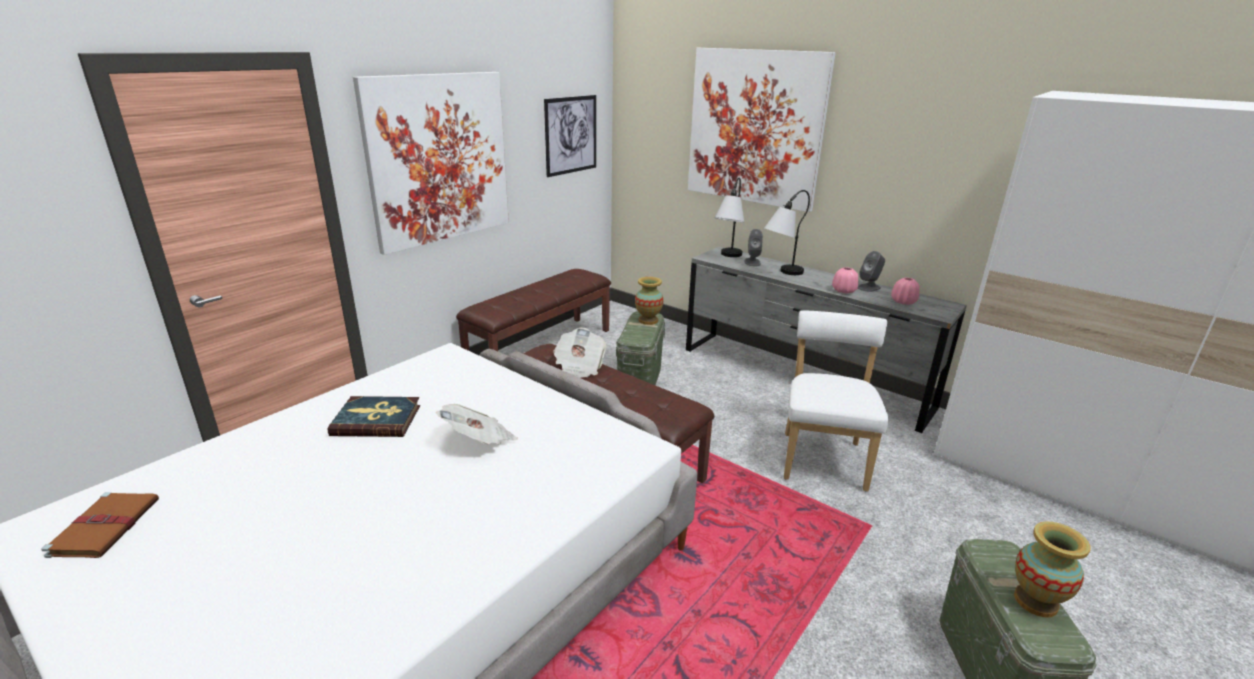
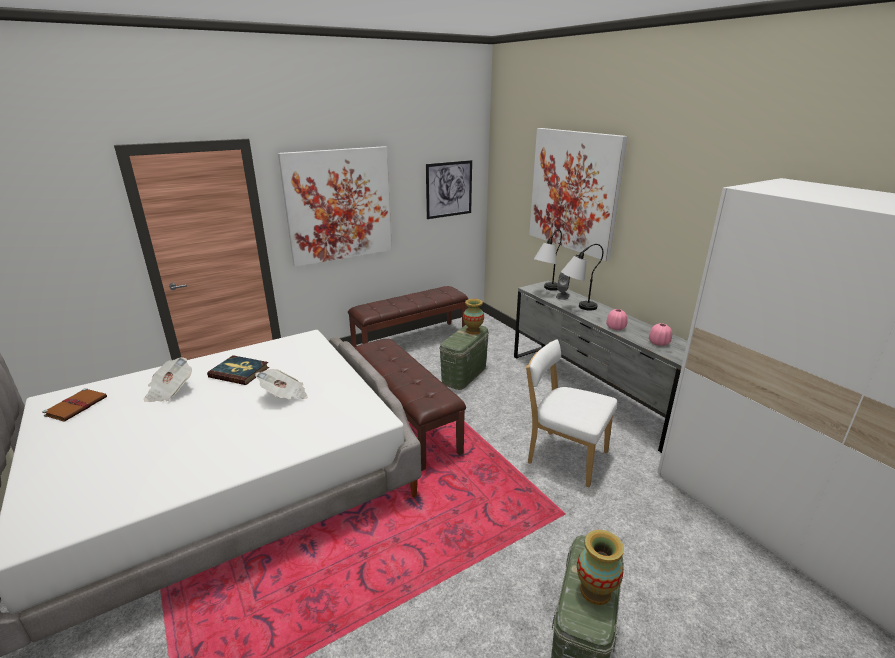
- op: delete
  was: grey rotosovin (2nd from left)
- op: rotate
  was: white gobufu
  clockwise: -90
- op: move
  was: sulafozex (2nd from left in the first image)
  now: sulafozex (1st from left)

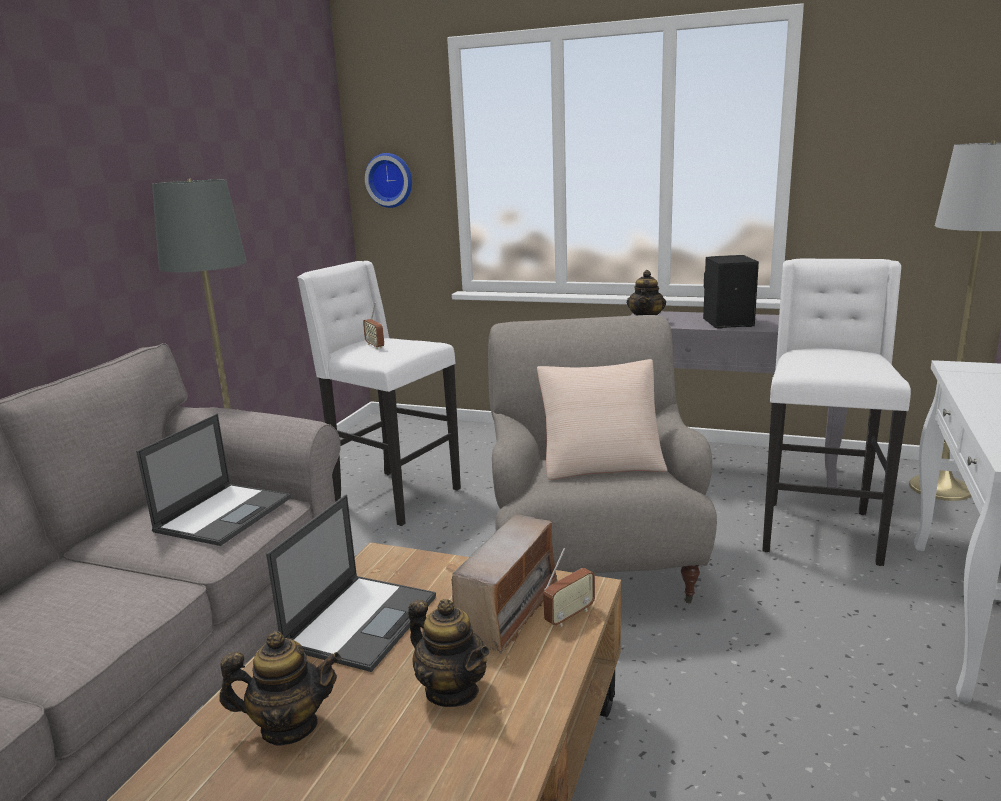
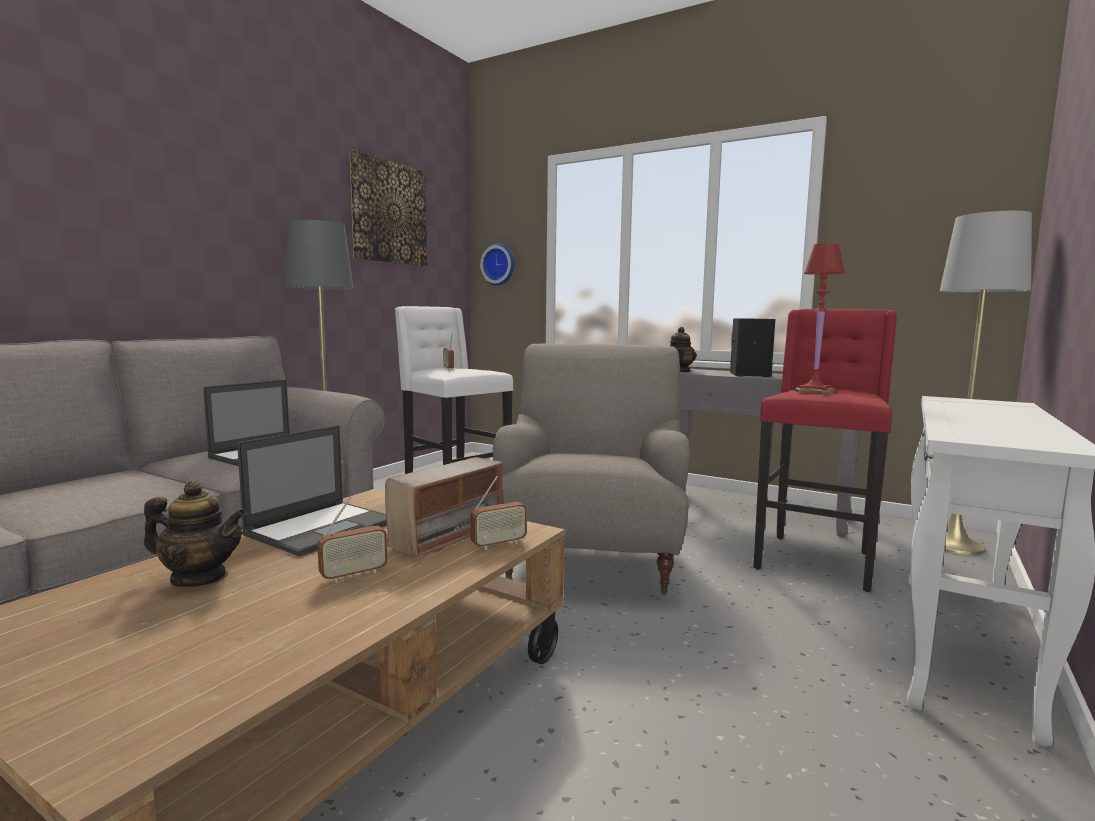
- op: recolor
  was: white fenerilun (2nd from left)
  now: red fenerilun
- op: delete
  was: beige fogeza
- op: replace
  was: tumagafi (2nd from left)
  now: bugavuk (1st from left)
- op: insert
  now: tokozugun
- op: insert
  now: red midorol

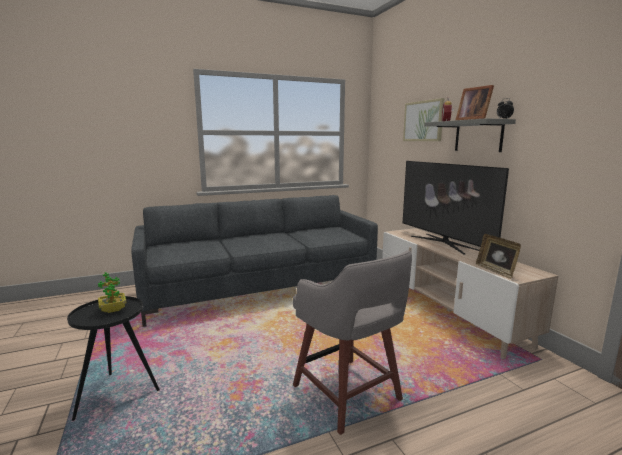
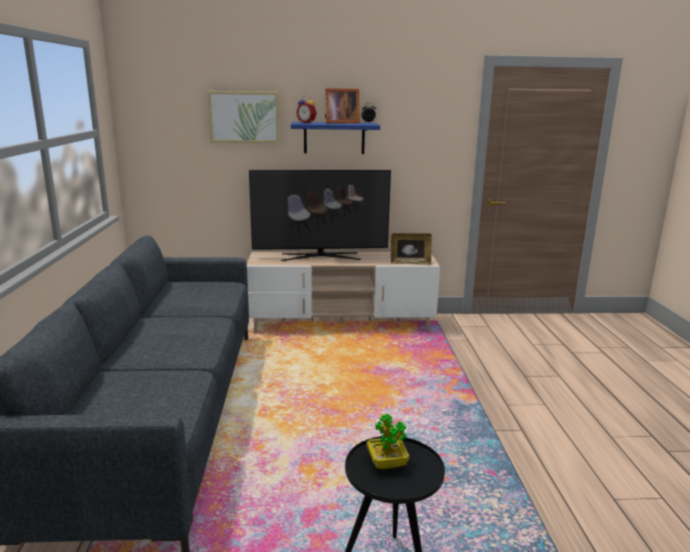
- op: recolor
  was: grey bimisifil
  now: blue bimisifil
- op: delete
  was: grey fenerilun

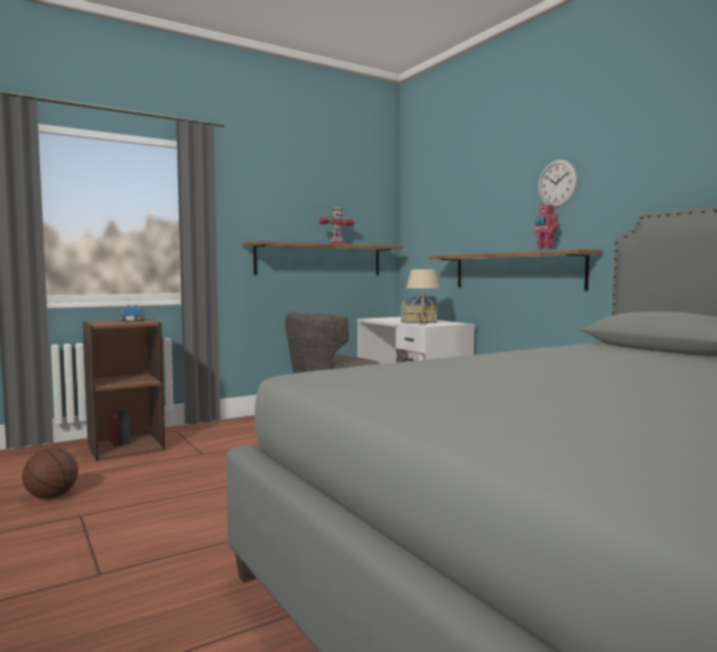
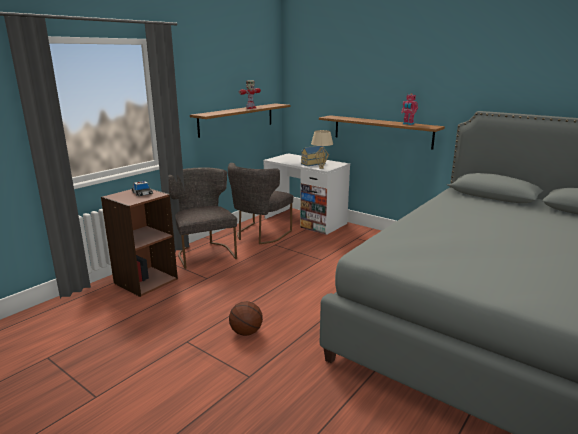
- op: delete
  was: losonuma
- op: move
  was: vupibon
- op: insert
  now: grey gobufu (1st from left)

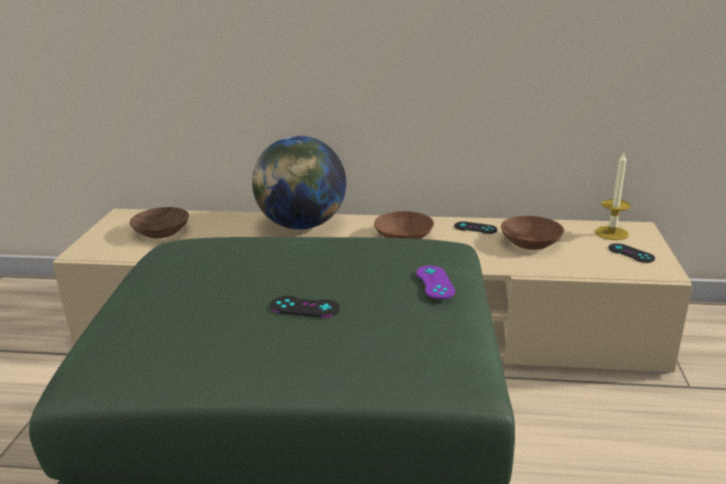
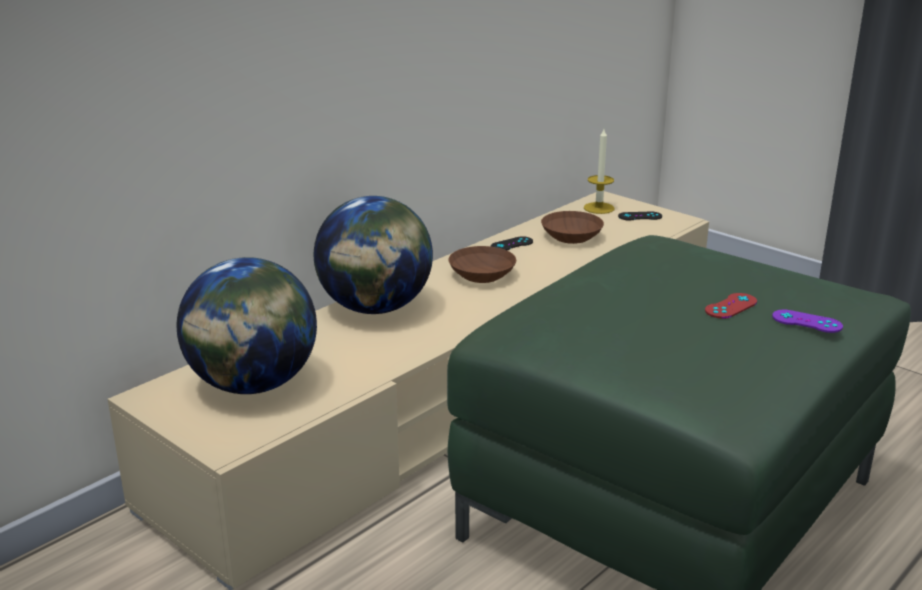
- op: replace
  was: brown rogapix (1st from left)
  now: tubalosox (1st from left)
- op: move
  was: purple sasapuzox
- op: recolor
  was: black sasapuzox (1st from left)
  now: red sasapuzox

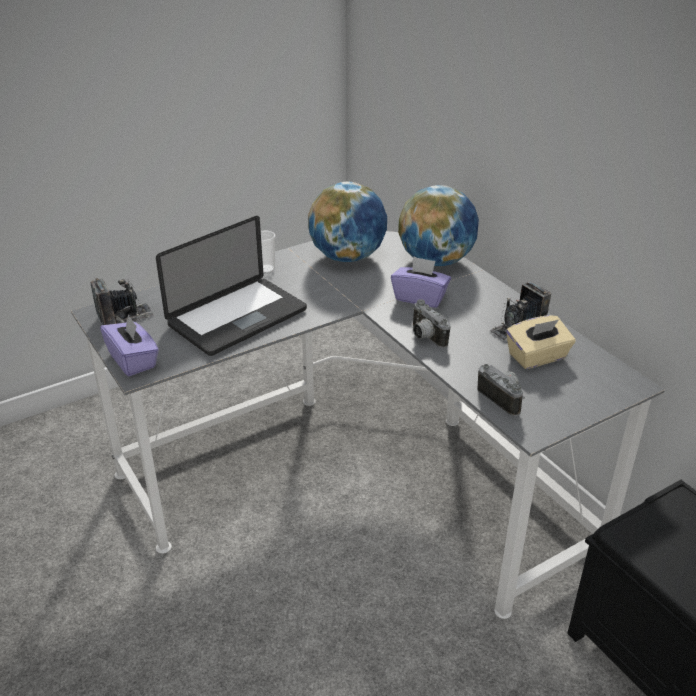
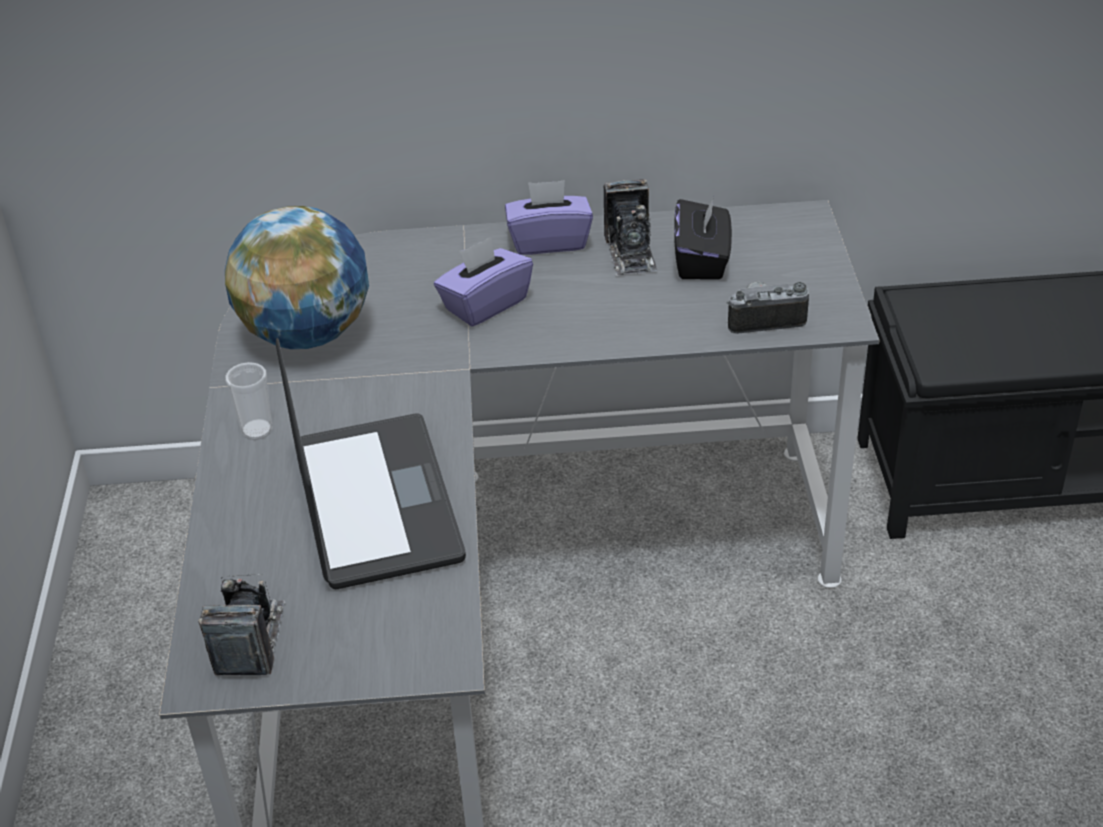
- op: delete
  was: tubalosox (2nd from left)
- op: delete
  was: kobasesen (2nd from left)
- op: move
  was: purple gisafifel (1st from left in the first image)
  now: purple gisafifel (2nd from left)
- op: recolor
  was: beige gisafifel
  now: black gisafifel

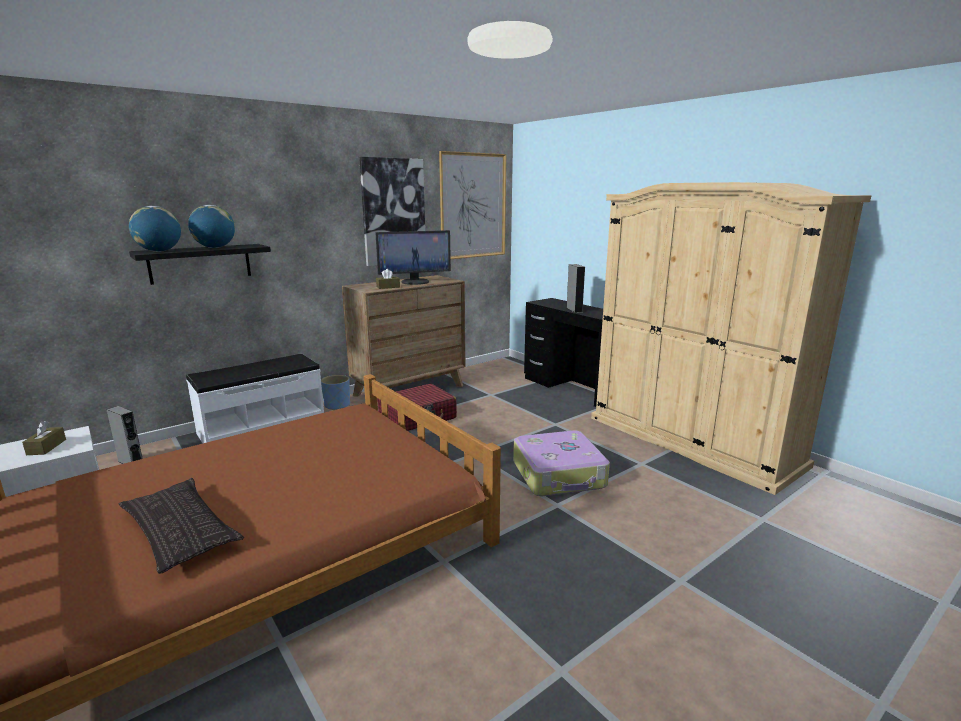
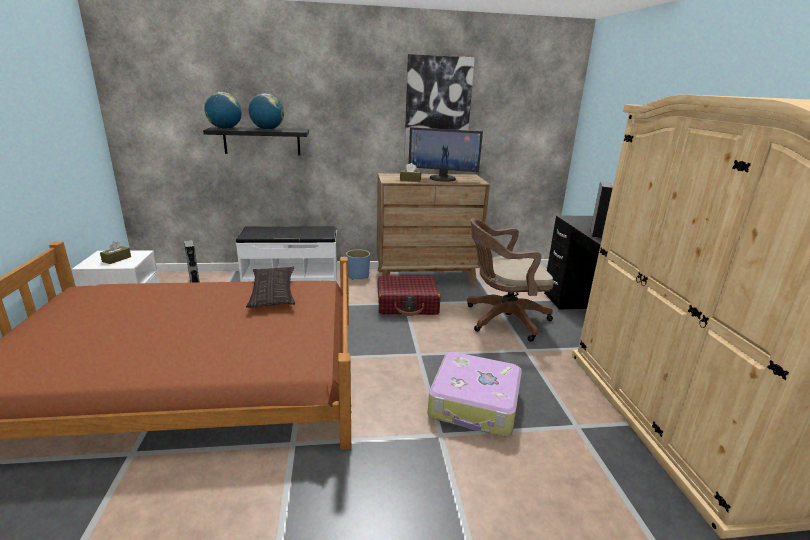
- op: delete
  was: tokozugun (2nd from left)
- op: move
  was: fogeza
- op: insert
  now: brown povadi

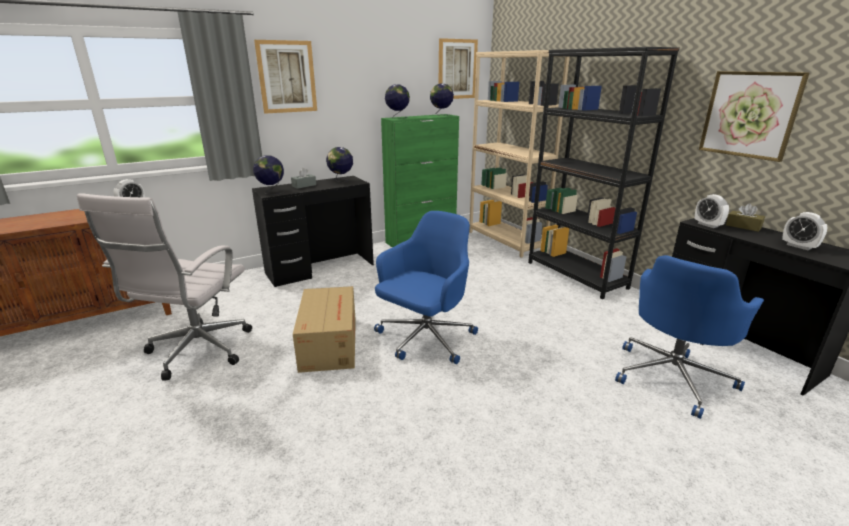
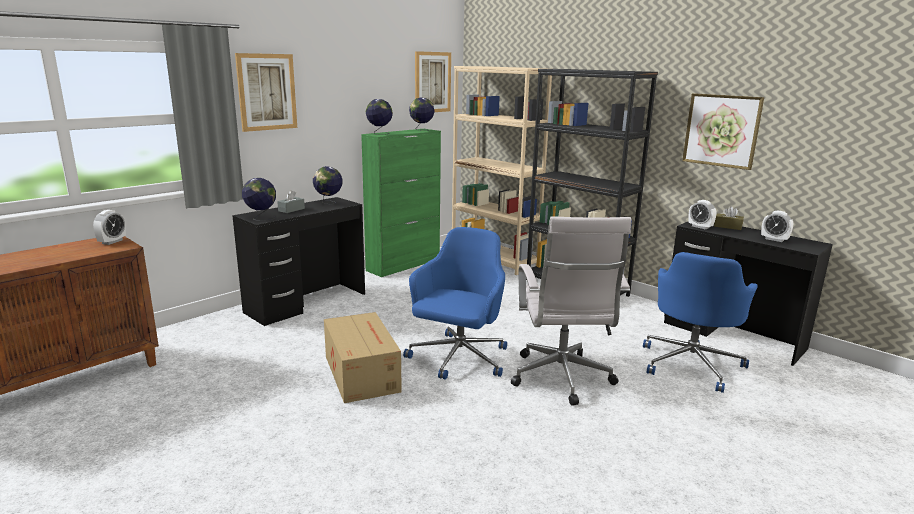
- op: move
  was: white povadi

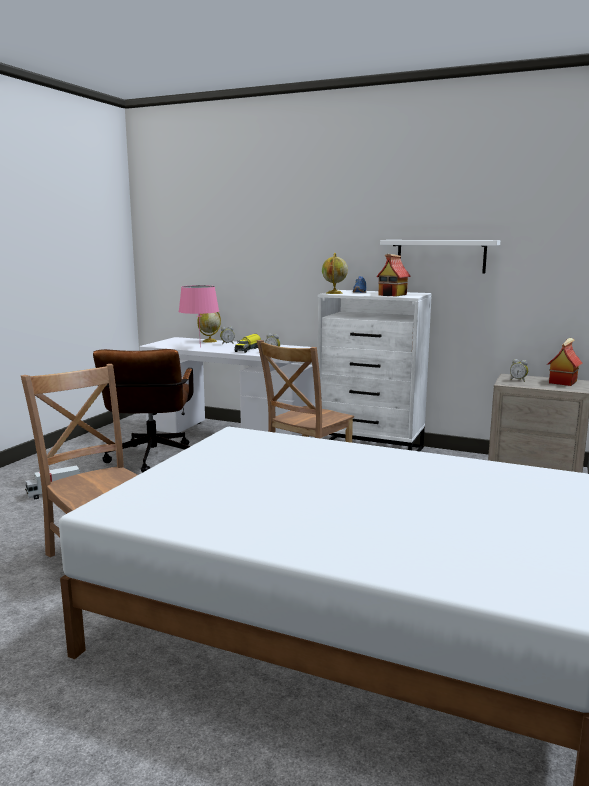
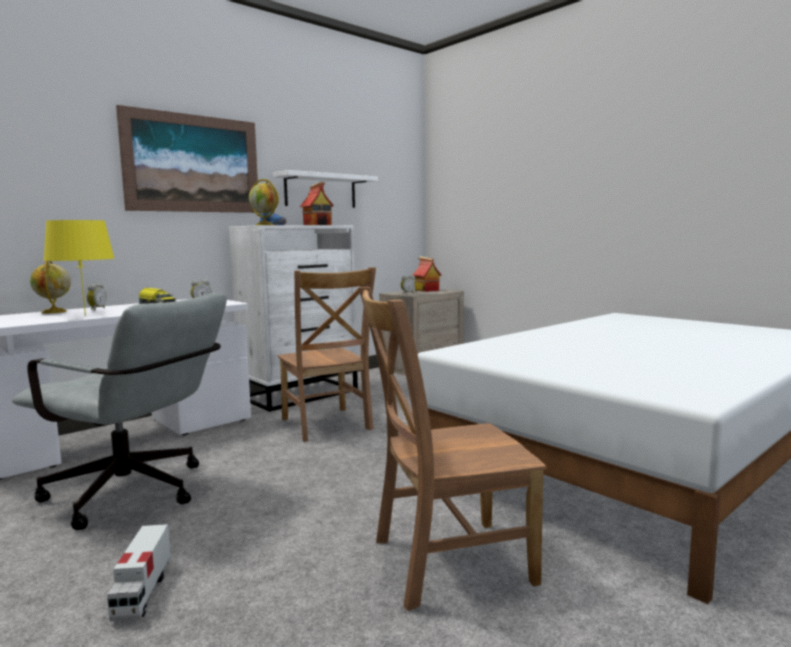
- op: recolor
  was: pink midorol
  now: yellow midorol
- op: recolor
  was: brown povadi
  now: grey povadi
- op: insert
  now: tokozugun

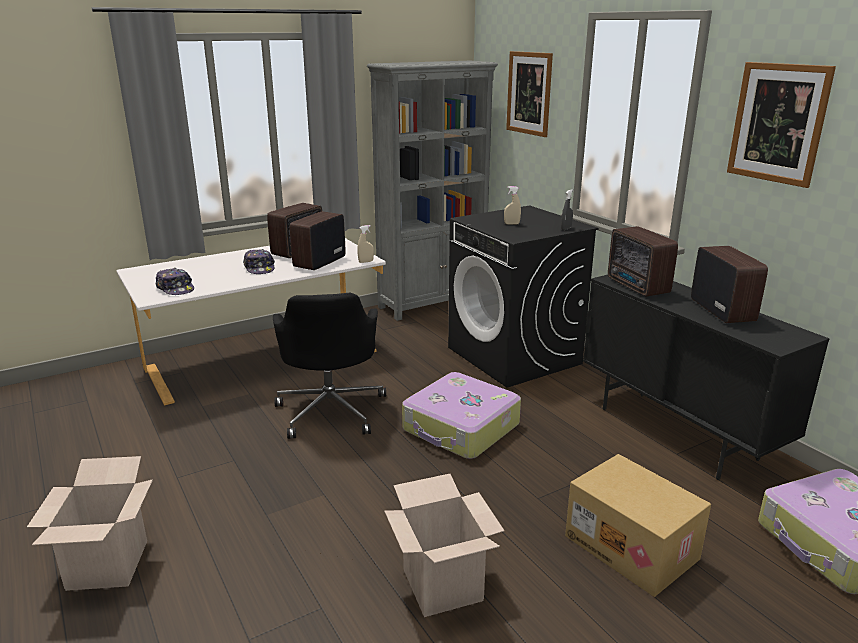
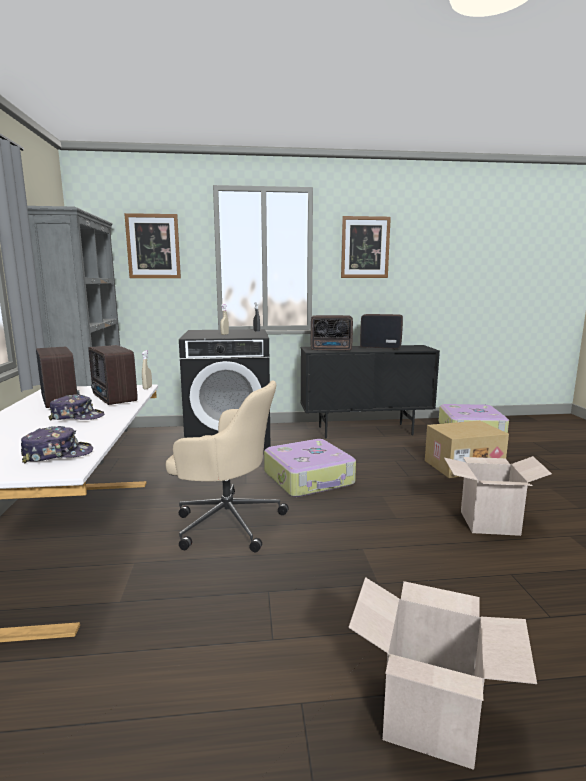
- op: recolor
  was: black povadi
  now: beige povadi

